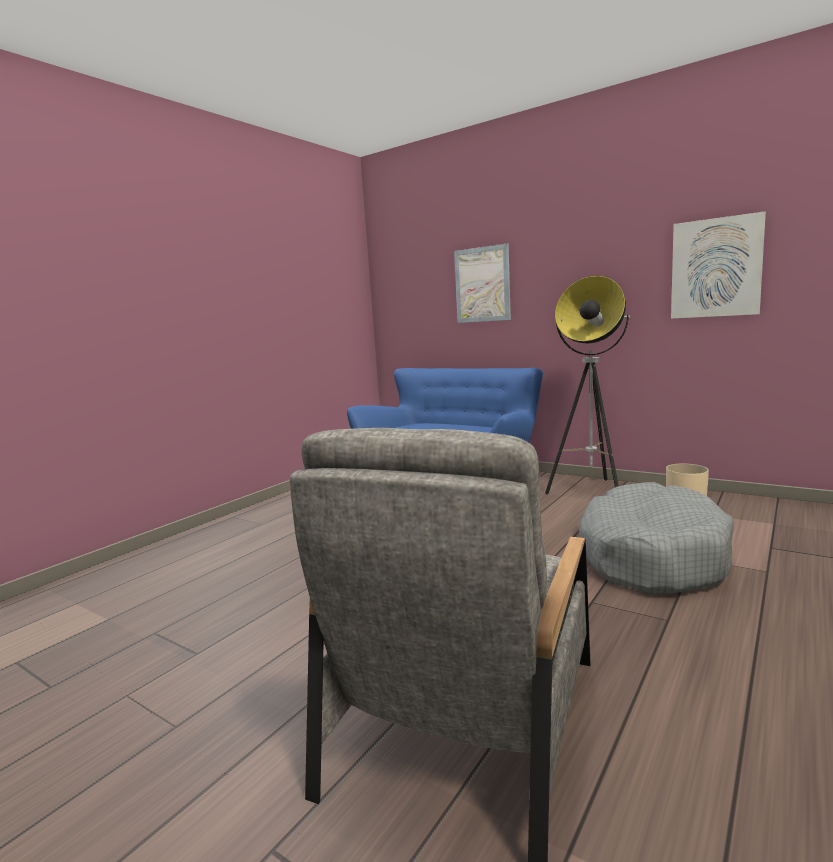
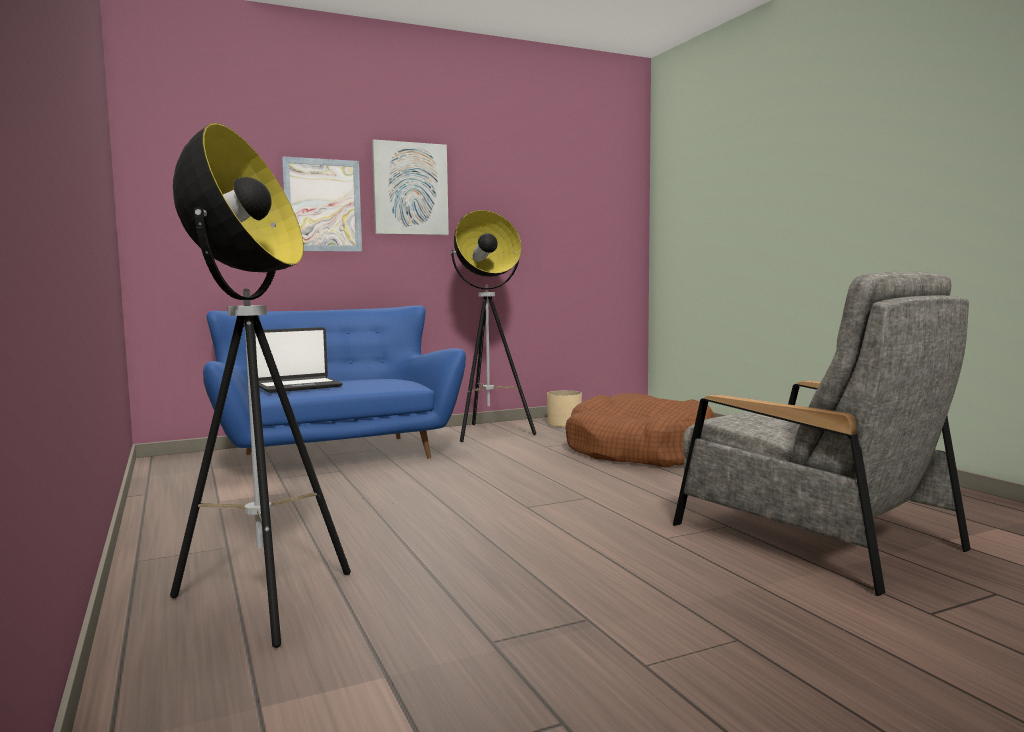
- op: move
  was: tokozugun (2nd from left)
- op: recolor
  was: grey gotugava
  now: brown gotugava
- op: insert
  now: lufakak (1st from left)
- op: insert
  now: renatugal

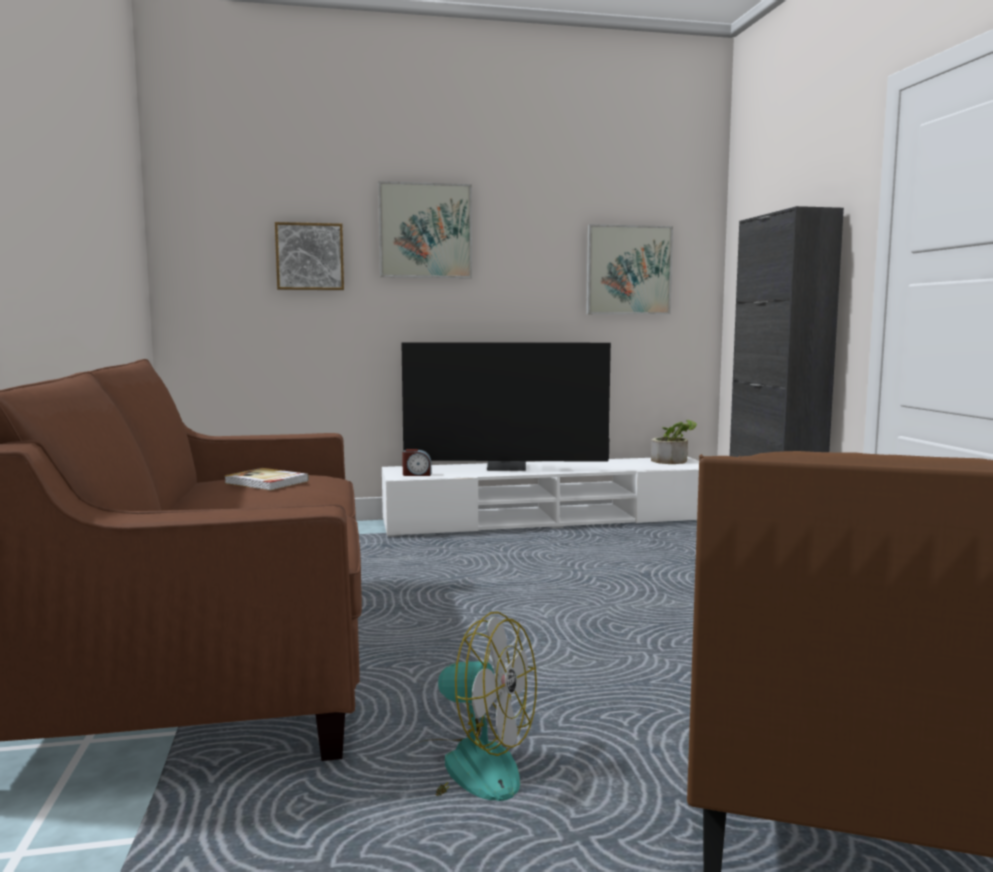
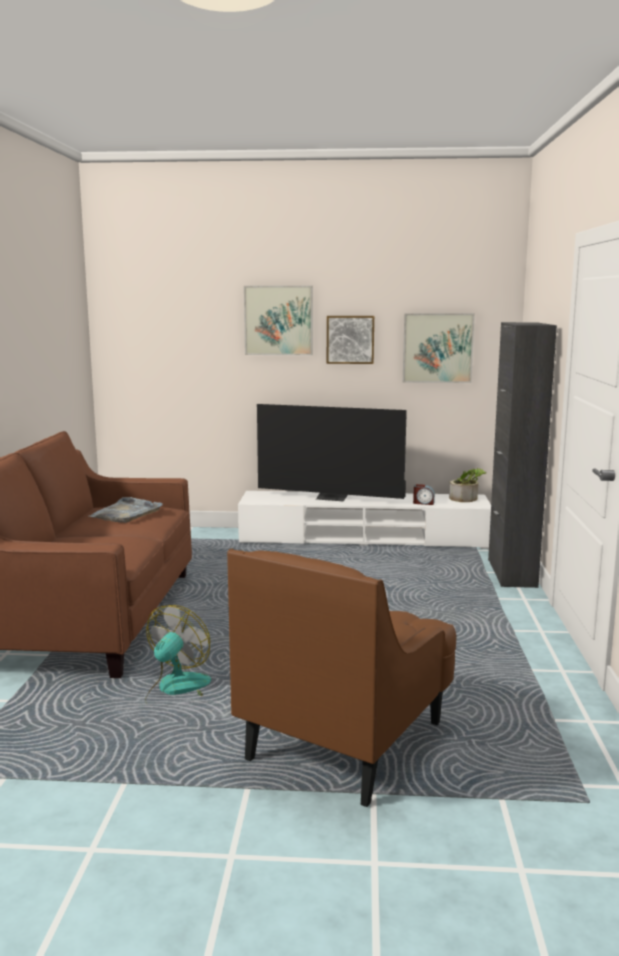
- op: move
  was: tokozugun (1st from left in the first image)
  now: tokozugun (2nd from left)
- op: move
  was: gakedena
- op: replace
  was: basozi
  now: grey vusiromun
- op: rotate
  was: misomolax
  clockwise: -105

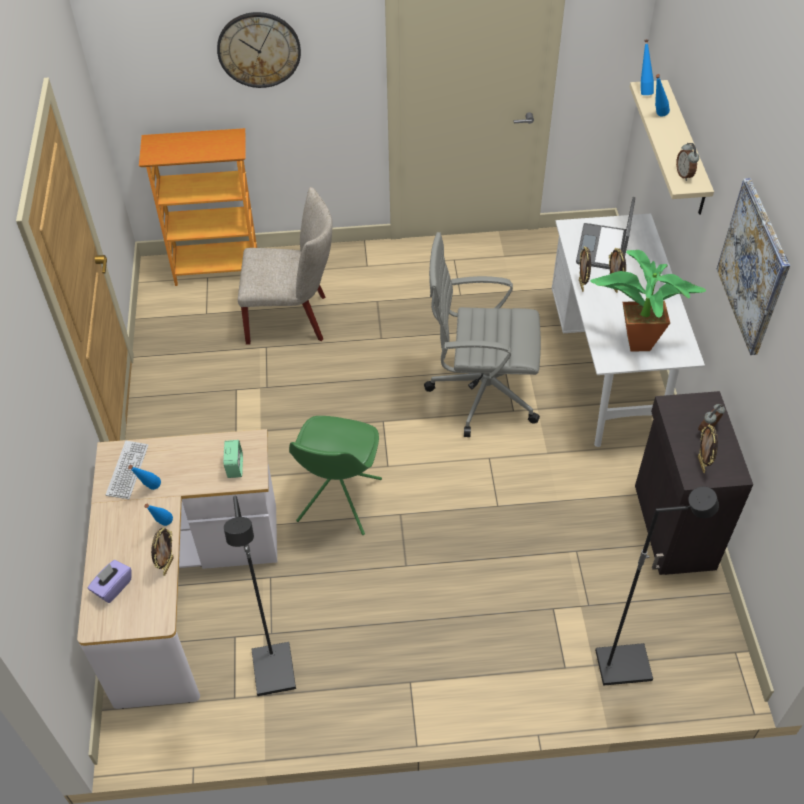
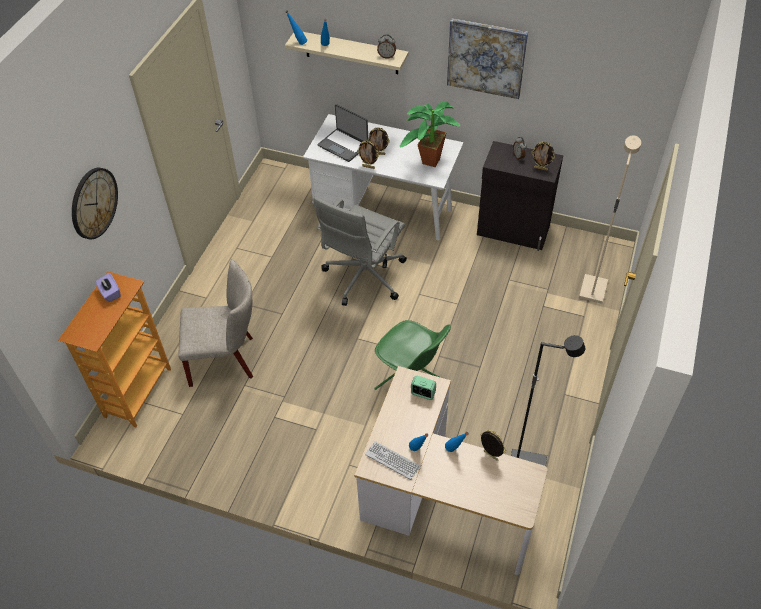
- op: rotate
  was: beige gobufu
  clockwise: 60
- op: recolor
  was: black lufakak (2nd from left)
  now: beige lufakak
- op: move
  was: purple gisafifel

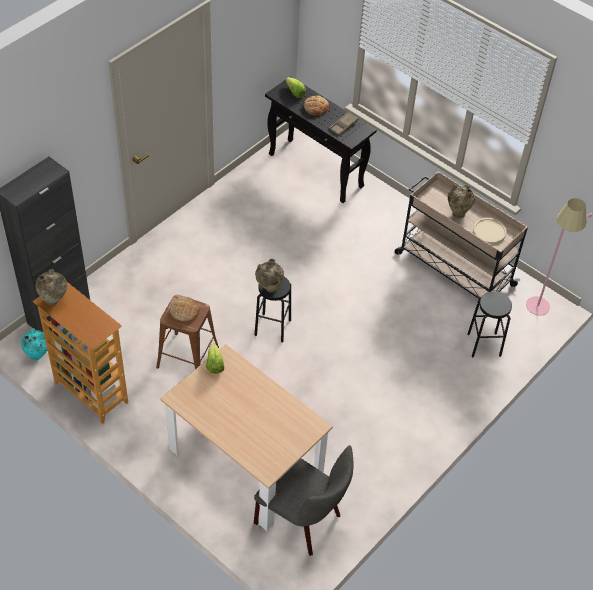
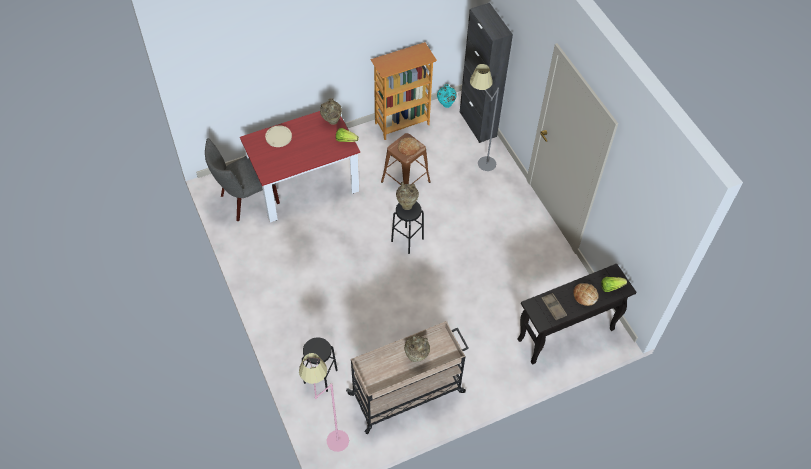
- op: move
  was: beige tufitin
- op: move
  was: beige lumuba (1st from left)
- op: recolor
  was: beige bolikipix
  now: red bolikipix
- op: insert
  now: grey lufakak

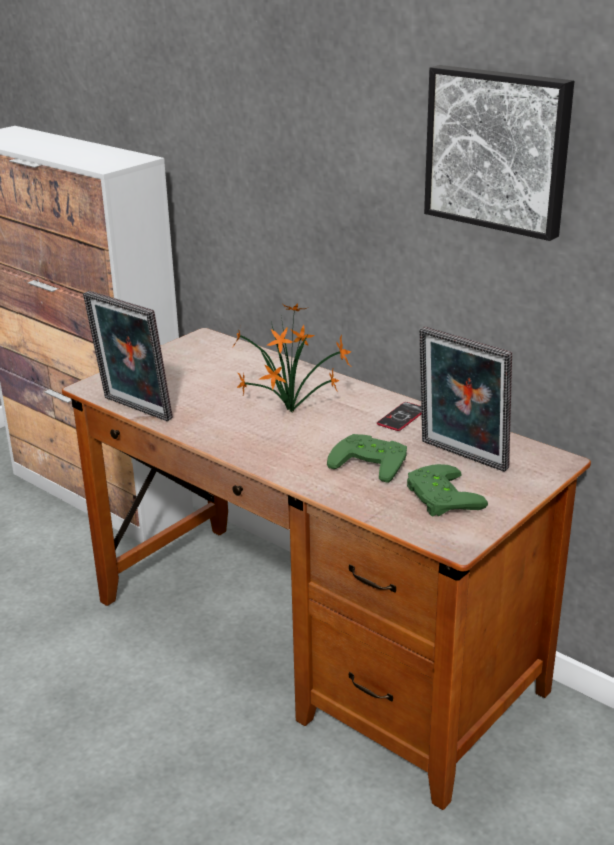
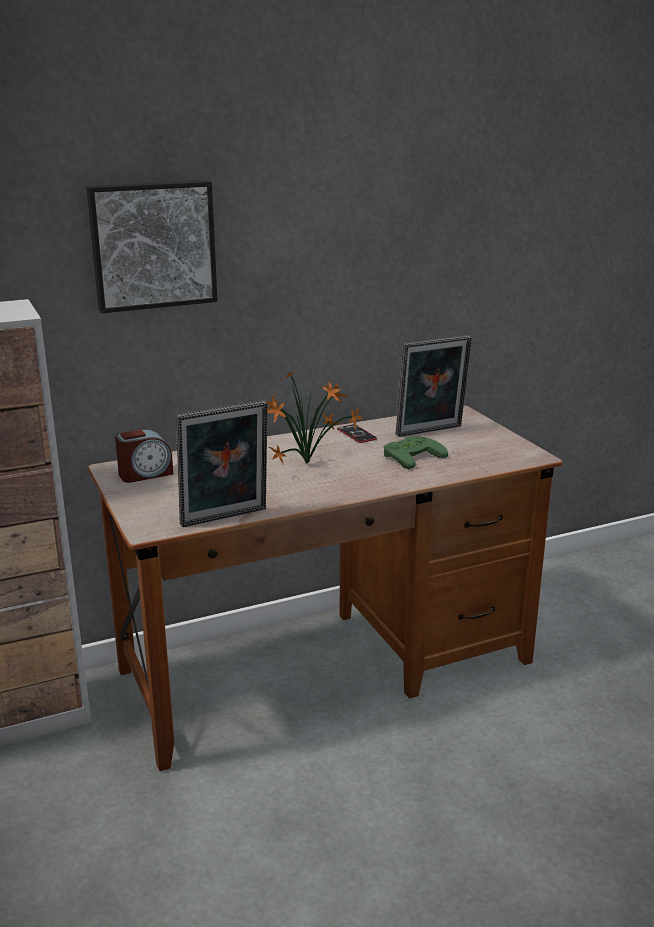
- op: move
  was: tokozugun
- op: delete
  was: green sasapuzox (2nd from left)
- op: insert
  now: gakedena

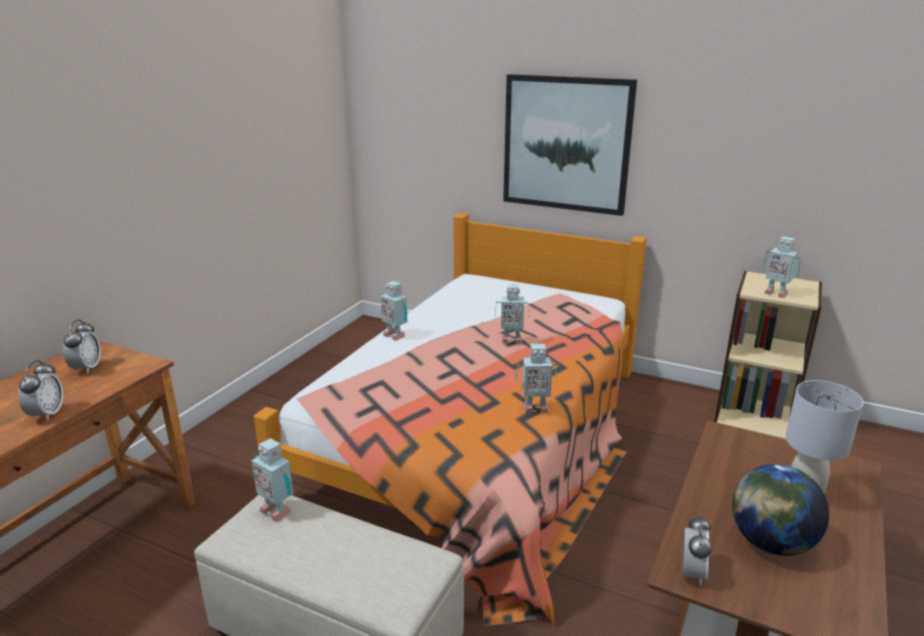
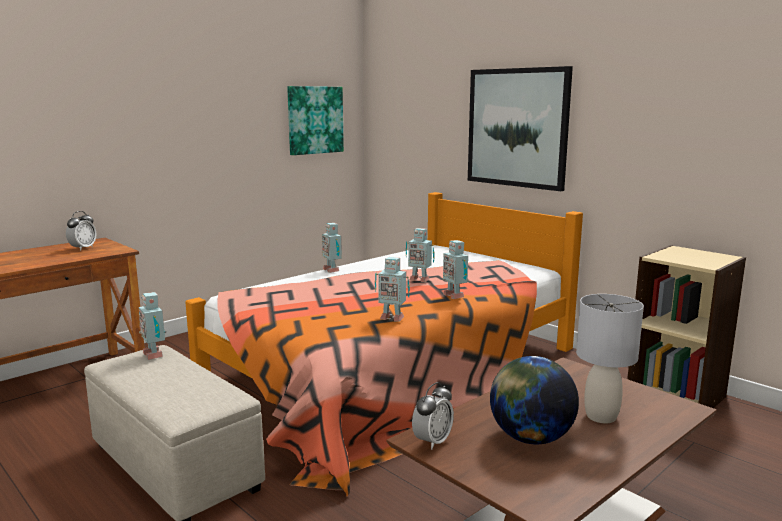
- op: move
  was: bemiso (5th from left)
- op: delete
  was: gakedena (1st from left)
- op: insert
  now: tokozugun (1st from left)

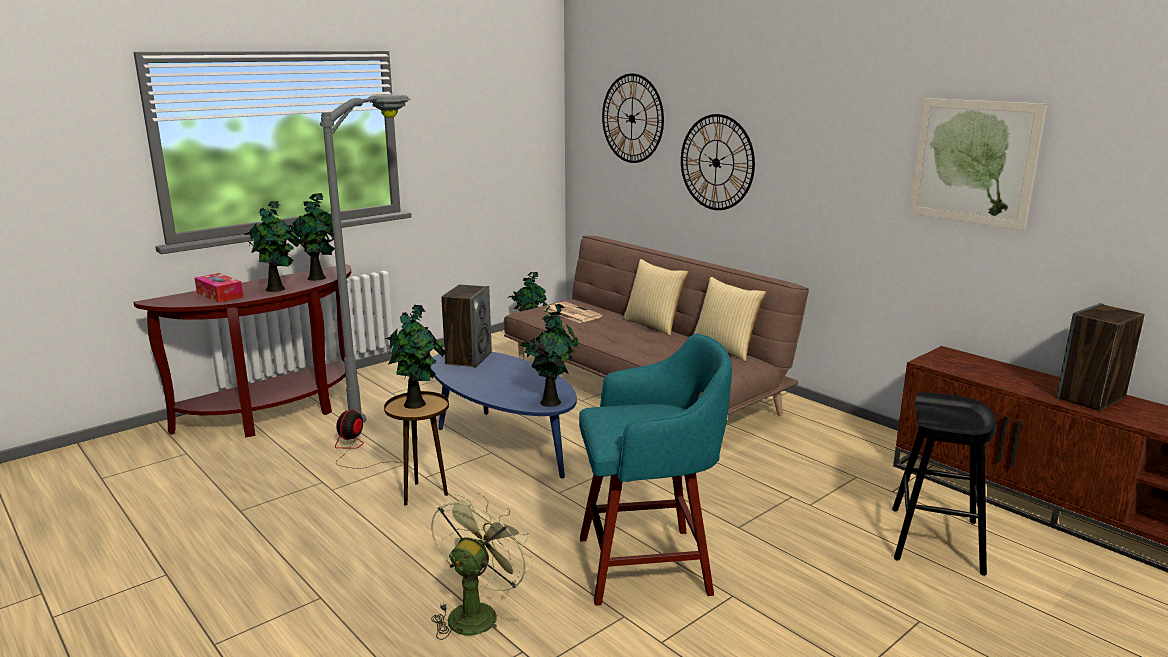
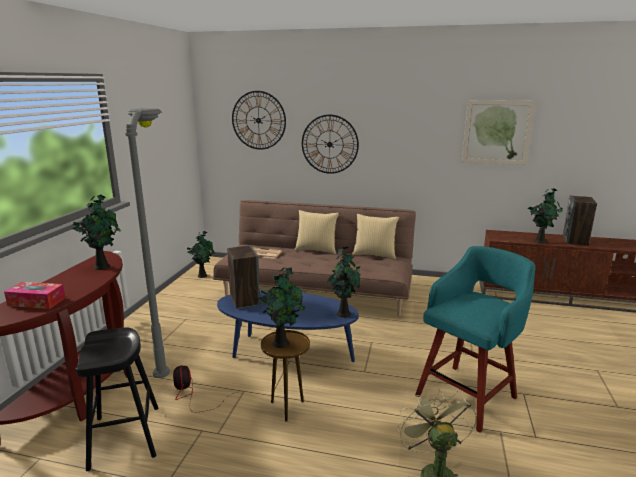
- op: move
  was: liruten (1st from left in the first image)
  now: liruten (5th from left)
- op: move
  was: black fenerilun

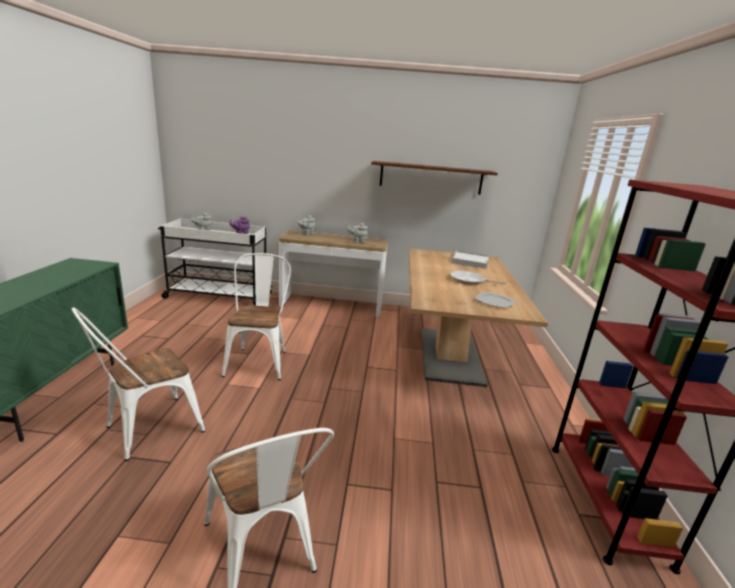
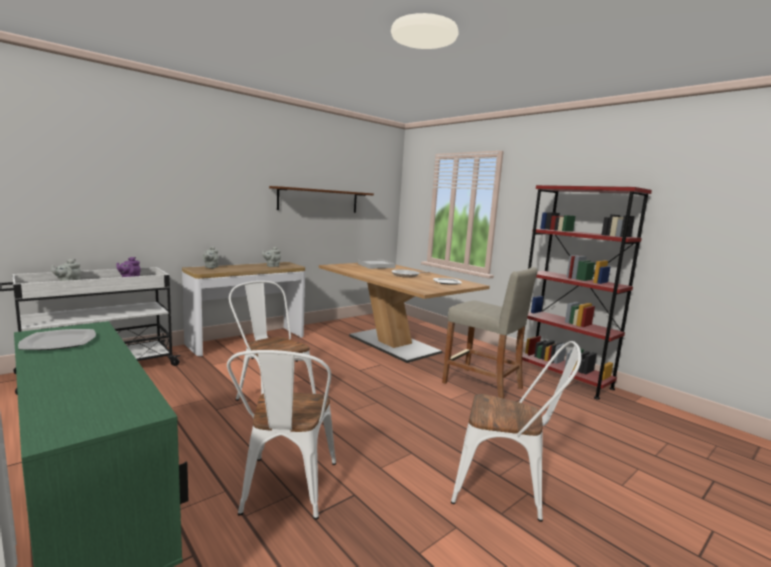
- op: insert
  now: beige fenerilun
- op: insert
  now: tufitin (1st from left)

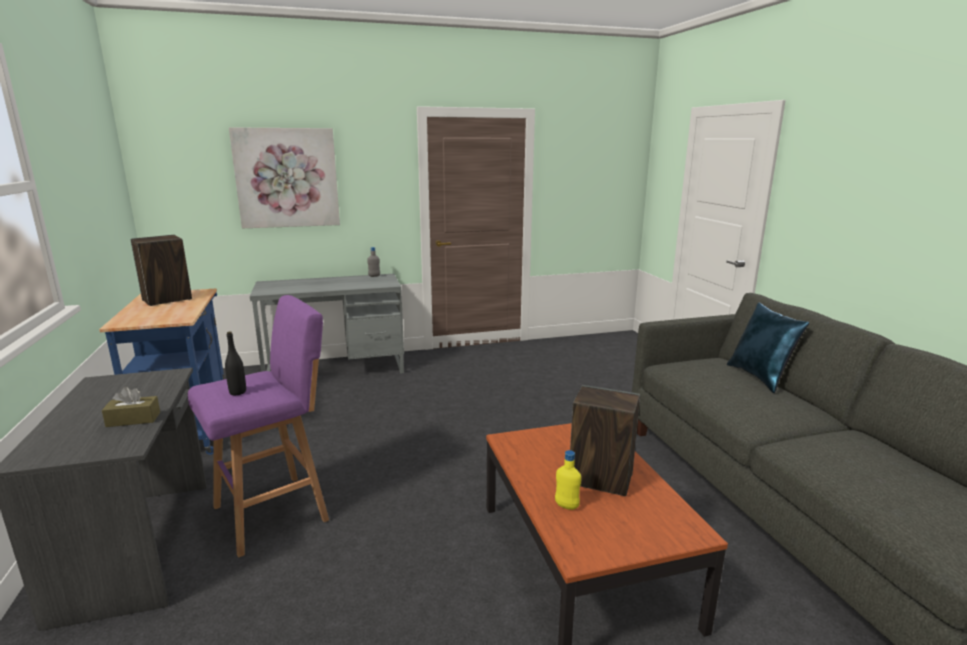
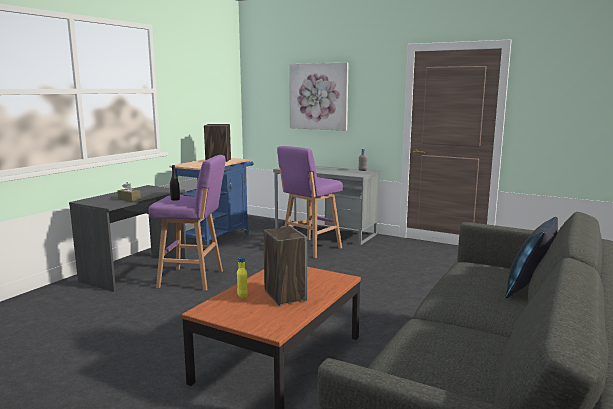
- op: insert
  now: purple fenerilun (2nd from left)

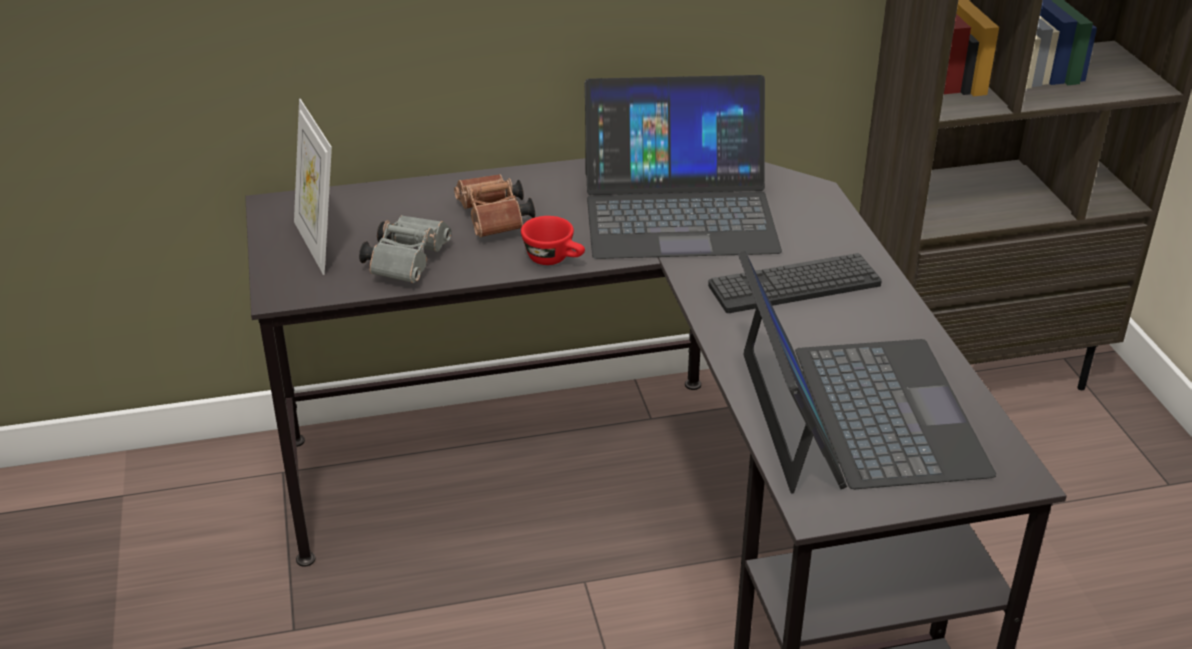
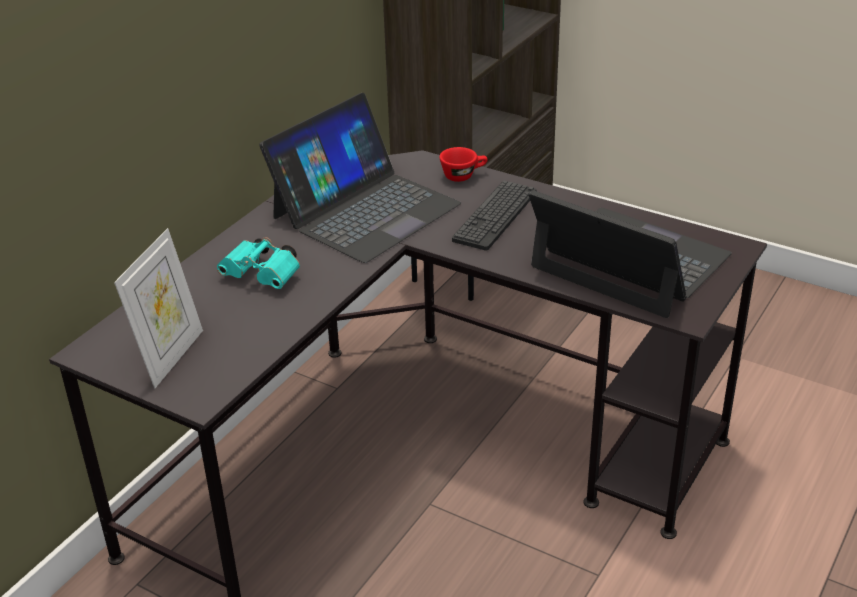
- op: rotate
  was: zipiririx
  clockwise: -90
- op: recolor
  was: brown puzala
  now: turquoise puzala
- op: delete
  was: grey puzala
- op: move
  was: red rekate

